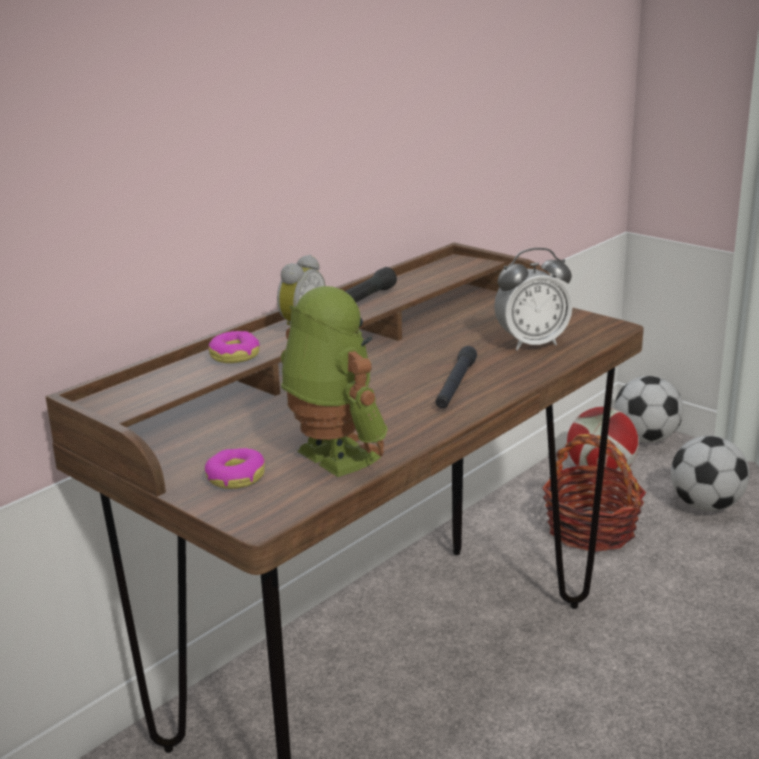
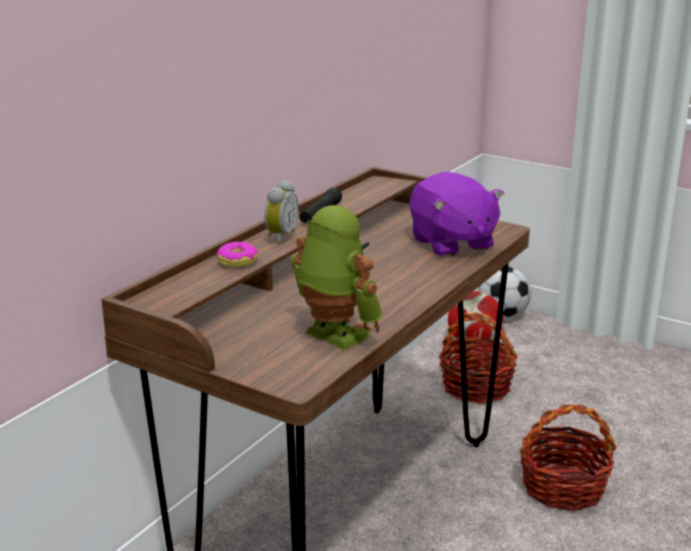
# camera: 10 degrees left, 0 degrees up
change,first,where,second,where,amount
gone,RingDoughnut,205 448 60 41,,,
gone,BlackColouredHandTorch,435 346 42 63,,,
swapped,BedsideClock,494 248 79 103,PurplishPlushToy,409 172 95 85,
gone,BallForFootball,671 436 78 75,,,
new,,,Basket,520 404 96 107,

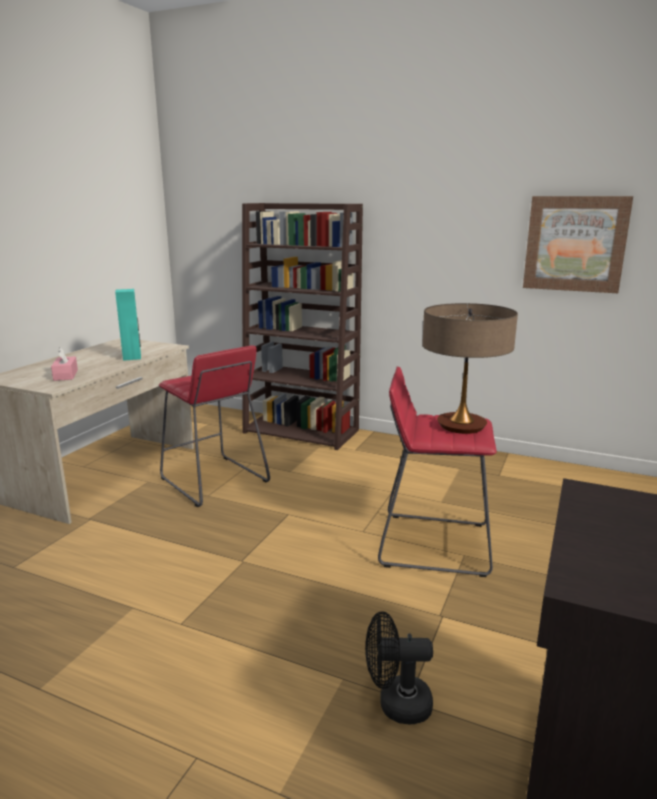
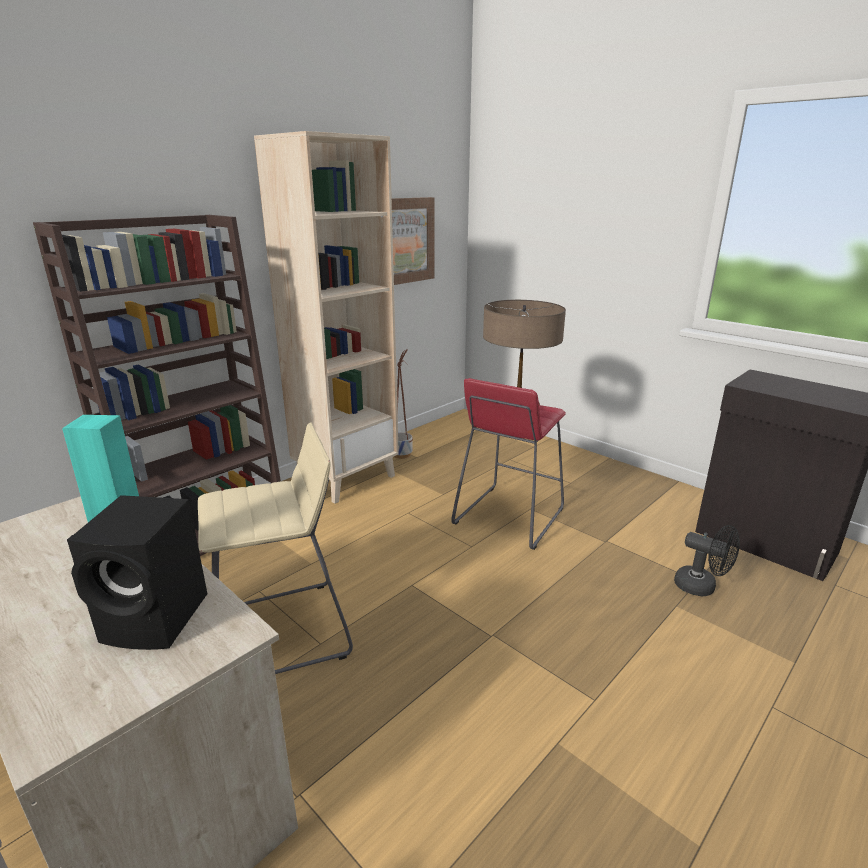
# camera: 70 degrees left, 5 degrees up
change,first,where,second,where,amount
swapped,PinkishTissueHolder,51 347 27 34,BlackColouredLoudspeaker,67 495 140 155,
repainted,RedSittingStool,159 345 111 162,BeigeColouredSittingStool,198 423 155 251,
rotated,BlackColouredFan,365 611 68 113,,674 525 66 71,75 degrees counterclockwise
new,,,BeigeColouredShelvingUnit,254 131 145 373,
new,,,Planter,394 349 19 110,

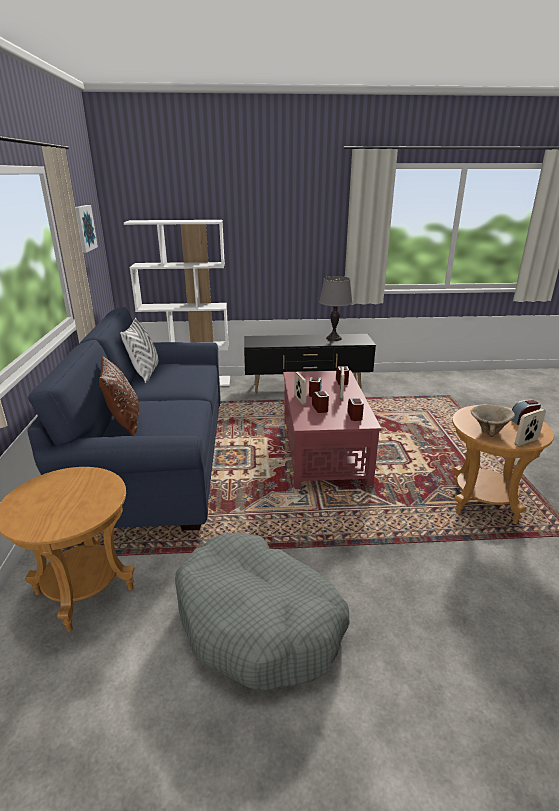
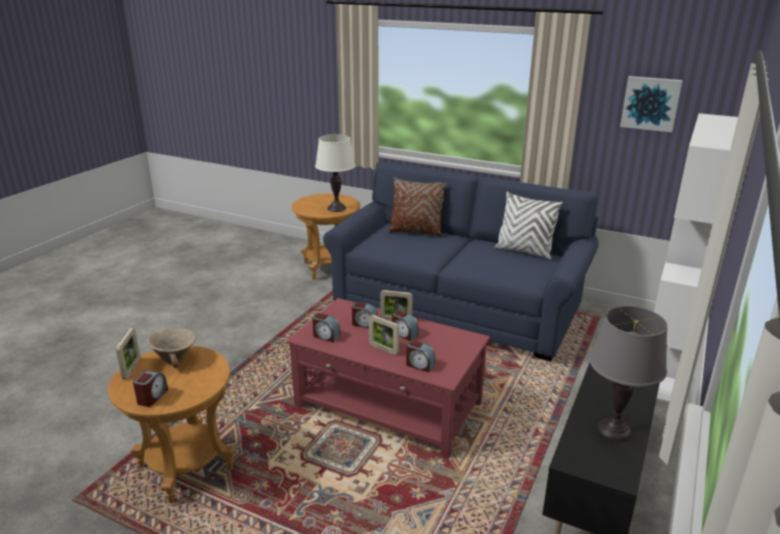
# camera: 120 degrees right, 0 degrees up
change,first,where,second,where,amount
gone,GreyishDogCushion,175 532 174 159,,,
new,,,WhiteTableLamp,315 134 41 78,

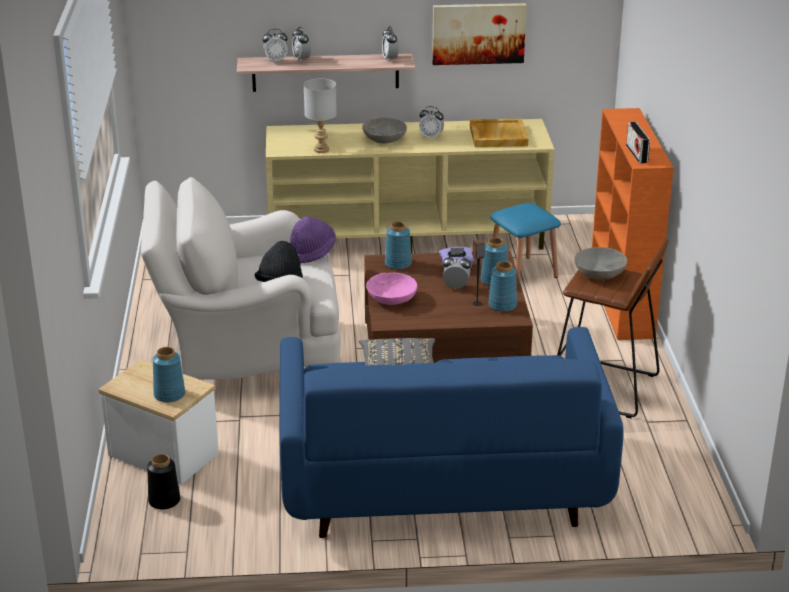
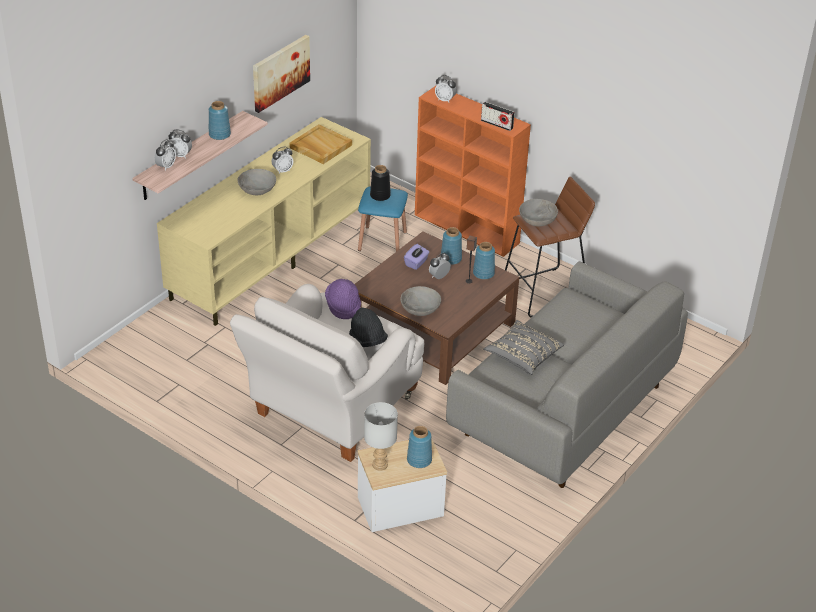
# camera: 50 degrees left, 10 degrees up
change,first,where,second,where,amount
shifted,BlackColouredFlowerVase,147 454 33 55,,370 165 21 36,
repainted,BlueColouredCouch,280 327 344 211,GreyishCouch,446 261 242 227,
shifted,GreyishTableLamp,304 79 33 74,,364 402 34 69,
repainted,PinkishBowl,366 273 51 32,GreyishBowl,401 286 40 30,
shifted,BedsideClock,382 26 17 36,,435 75 21 27,
shifted,BlueColouredFlowerVase,385 221 27 49,,209 101 22 39,

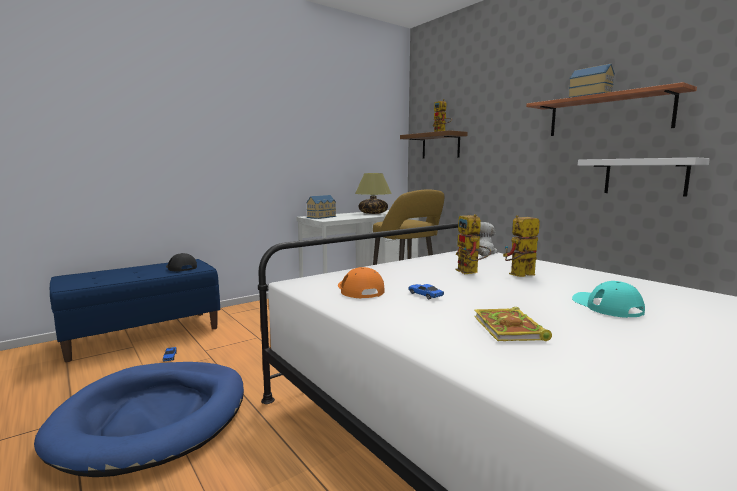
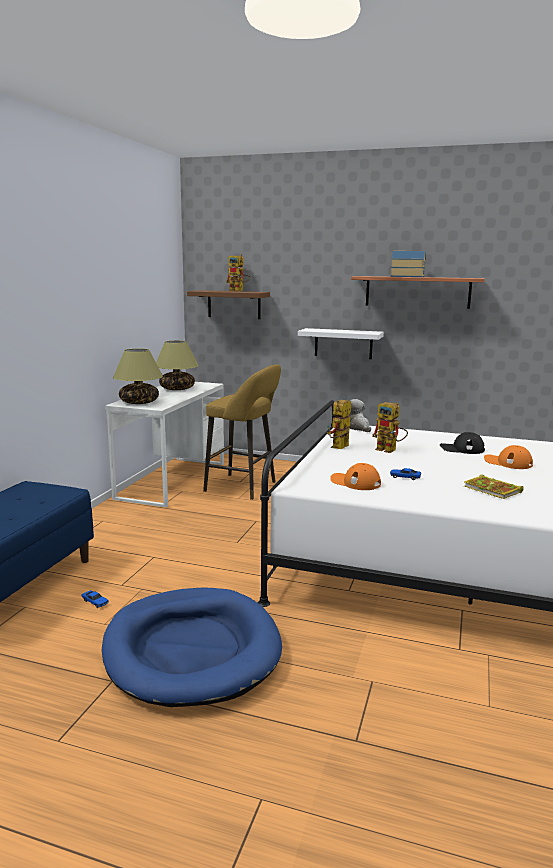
# camera: 35 degrees left, 5 degrees up
change,first,where,second,where,amount
shifted,BlackColouredBaseballCap,166 253 31 18,,440 432 45 22,
swapped,ToyHouse,306 195 30 24,TableLamp,113 348 50 56,
shifted,ModelRobot,503 215 37 62,,327 400 24 49,
repainted,TurquoiseColouredBaseballCap,572 281 73 37,OrangeColouredBaseballCap,484 445 49 24,
shifted,WhiteBracketShelf,578 157 132 40,,298 328 86 31,

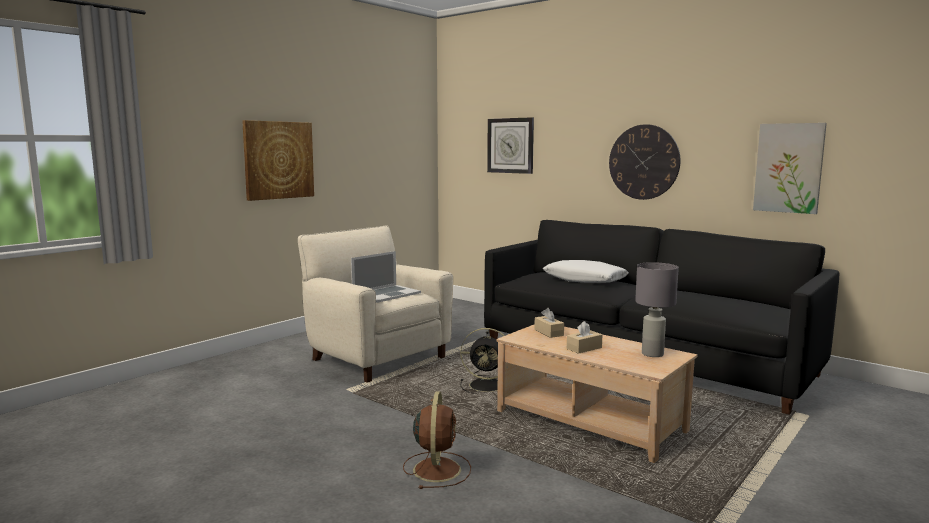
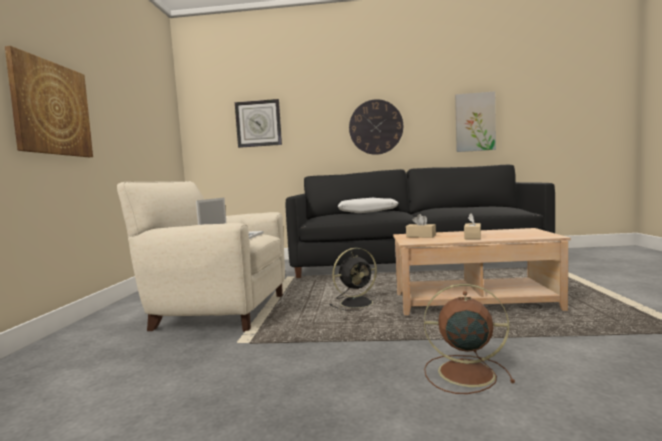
# camera: 35 degrees left, 5 degrees down
change,first,where,second,where,amount
rotated,BrownColouredFan,403 391 68 98,,424 284 91 110,45 degrees counterclockwise
gone,GreyishTableLamp,635 262 44 95,,,

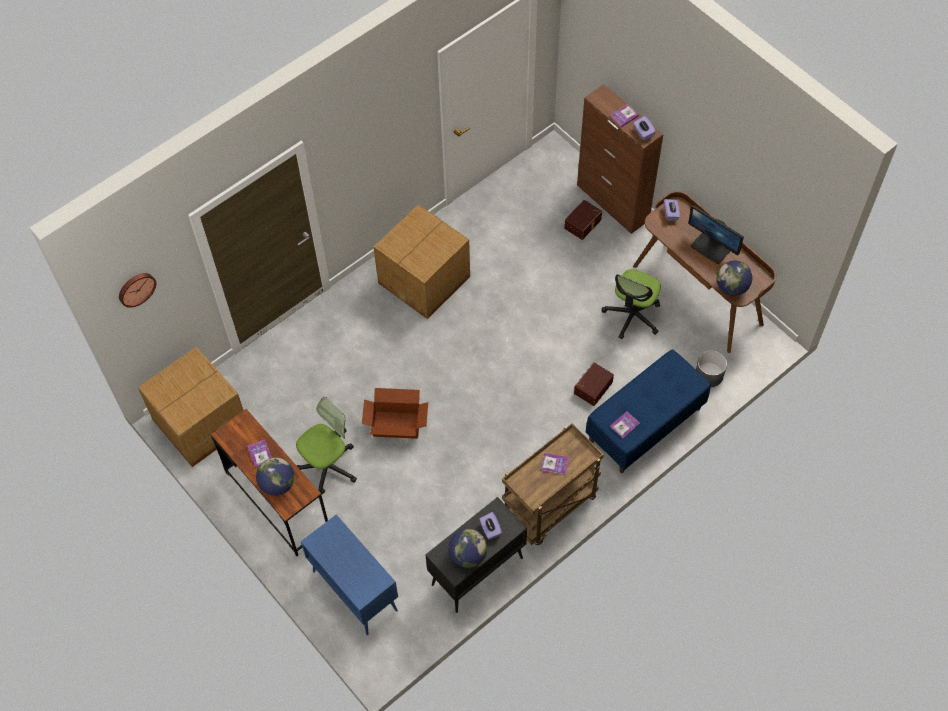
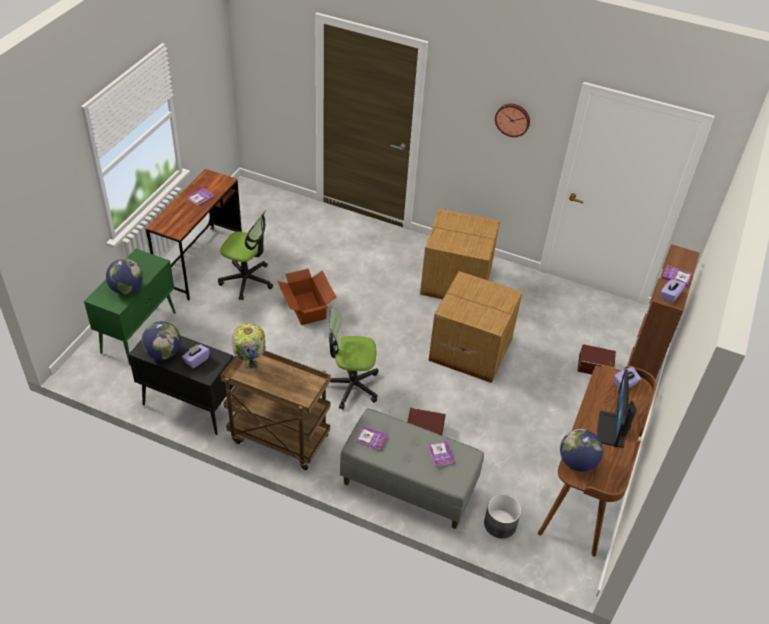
# camera: 60 degrees right, 15 degrees down
change,first,where,second,where,amount
shifted,HangingClock,119 273 37 35,,495 104 35 33,
shifted,Carton,138 347 106 120,,428 271 95 112,
shifted,Globe,256 457 39 39,,106 259 37 36,
repainted,BlueColouredCabinet,301 514 97 121,GreenColouredCabinet,84 249 92 116,
shifted,Book,541 453 28 22,,428 441 26 26,
repainted,BlueColouredBench,586 349 125 124,GreyishBench,340 408 144 121,
shifted,ComputerChair,601 269 60 70,,329 306 50 104,
new,,,TableLamp,232 323 34 46,

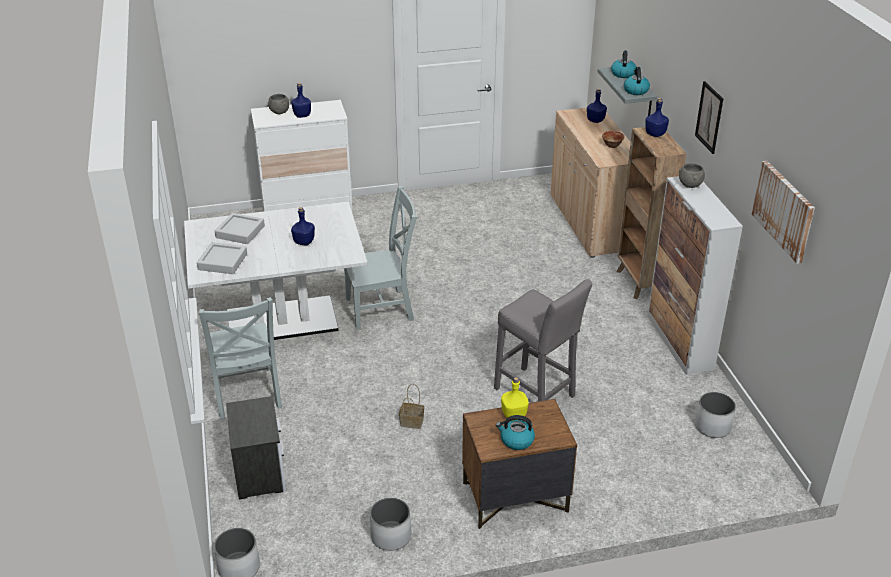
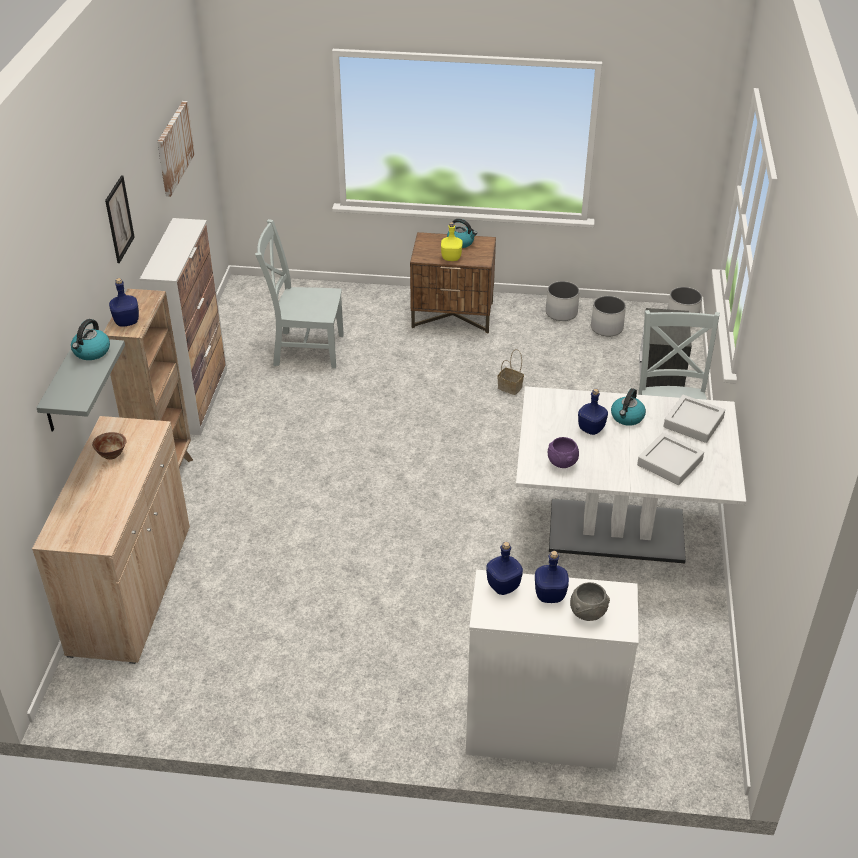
# camera: 160 degrees left, 5 degrees up
change,first,where,second,where,amount
shifted,GreyishUprightChair,344 186 73 143,,255 219 89 150,
gone,GreyishSittingStool,494 279 98 122,,,
shifted,BlueColouredBeverageBottle,587 89 20 34,,486 542 37 53,
shifted,Kettle,611 51 25 27,,611 388 35 38,
gone,GreyishBowl,679 163 26 25,,,
shifted,WhitePlanter,695 392 41 46,,591 296 35 40,
new,,,PurplishBowl,548 437 31 31,

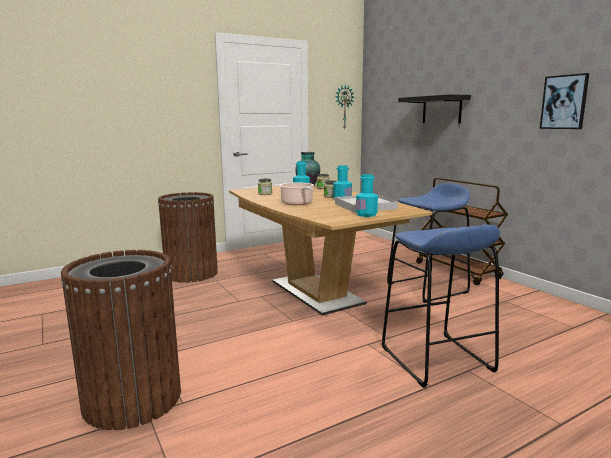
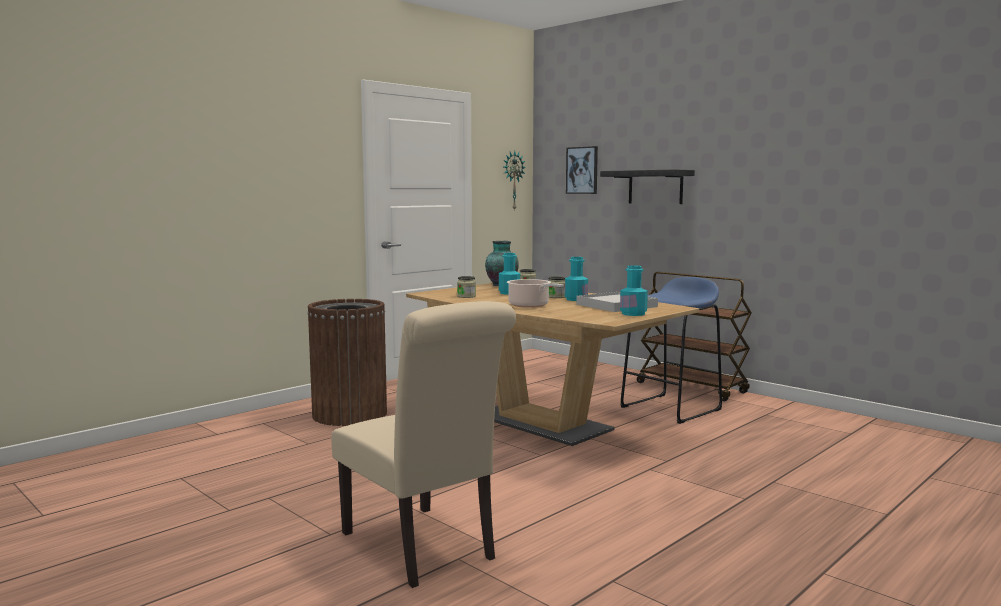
# camera: 15 degrees left, 5 degrees down
change,first,where,second,where,amount
swapped,BrownColouredTrashCan,61 250 120 180,BeigeColouredUprightChair,331 301 185 287,
gone,BlueColouredSittingStool,382 225 118 163,,,
shifted,Picture,540 73 49 56,,566 146 32 48,

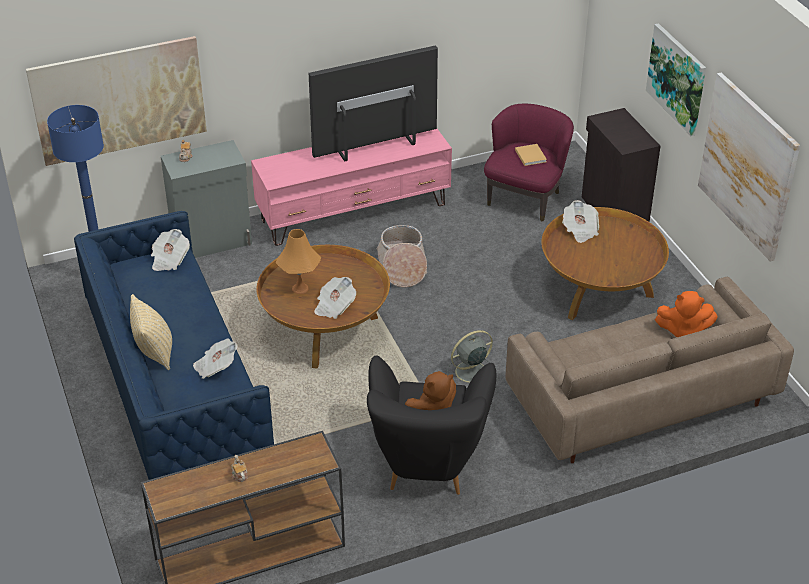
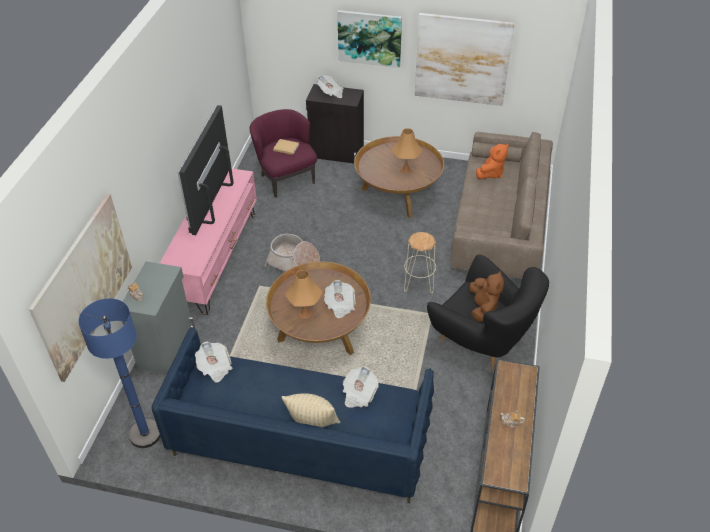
# camera: 55 degrees left, 5 degrees up
change,first,where,second,where,amount
swapped,GreyishFan,447 330 49 59,BeigeColouredSittingStool,404 232 32 62,
shifted,PrintedPaper,563 200 36 43,,317 75 26 23,
new,,,OrangeColouredTableLamp,392 128 31 46,

